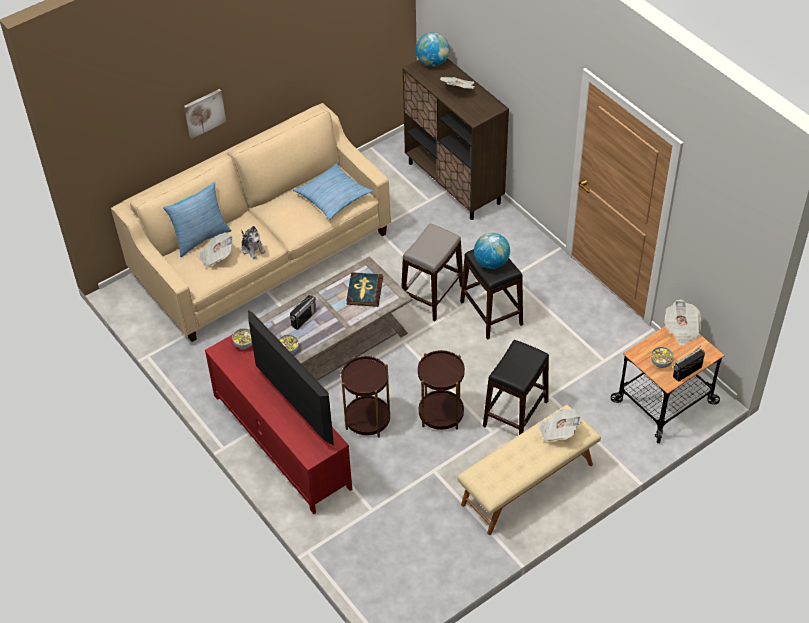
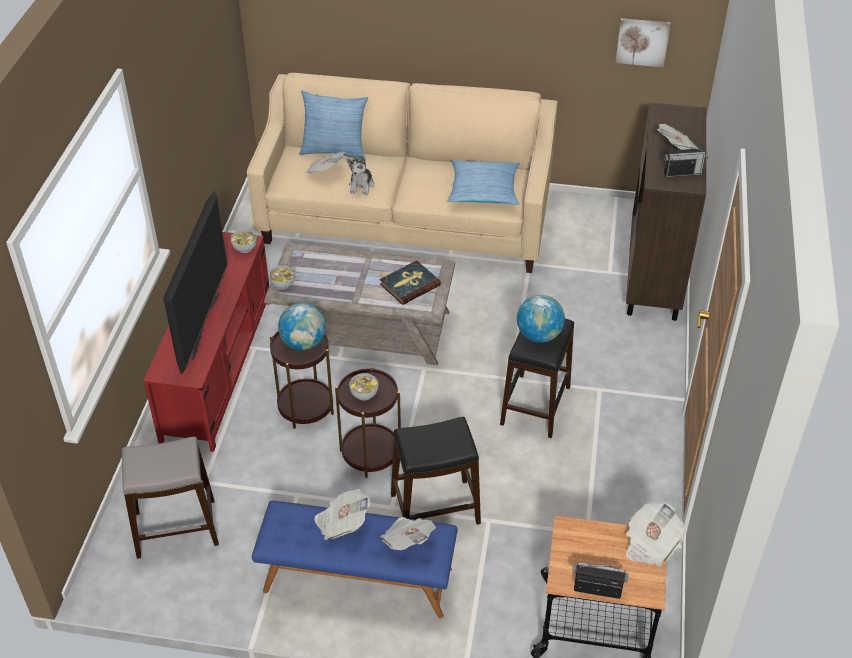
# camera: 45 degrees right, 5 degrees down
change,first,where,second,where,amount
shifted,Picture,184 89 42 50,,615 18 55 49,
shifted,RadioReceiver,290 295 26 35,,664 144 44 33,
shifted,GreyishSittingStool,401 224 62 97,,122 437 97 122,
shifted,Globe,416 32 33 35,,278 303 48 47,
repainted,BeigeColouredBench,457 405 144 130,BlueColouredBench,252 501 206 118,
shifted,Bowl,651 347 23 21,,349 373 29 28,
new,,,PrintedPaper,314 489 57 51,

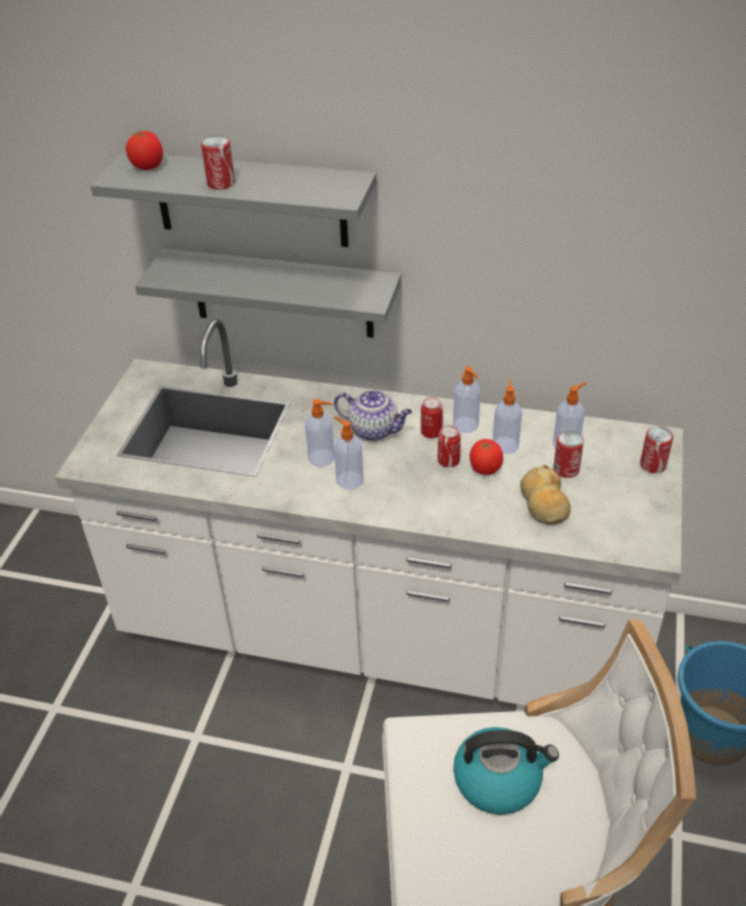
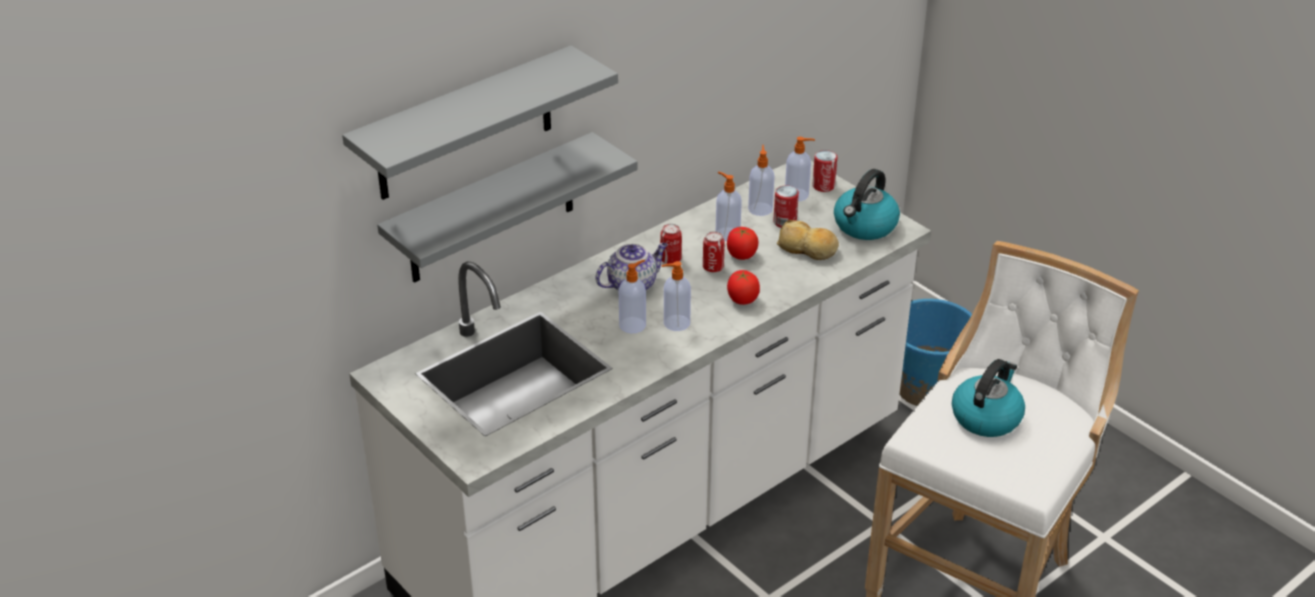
# camera: 55 degrees left, 5 degrees down
change,first,where,second,where,amount
shifted,WholeTomato,126 130 37 40,,727 270 33 35,
gone,Can,201 136 34 54,,,
shifted,SoapBottle,453 366 27 67,,785 137 30 64,
new,,,Kettle,834 169 66 71,

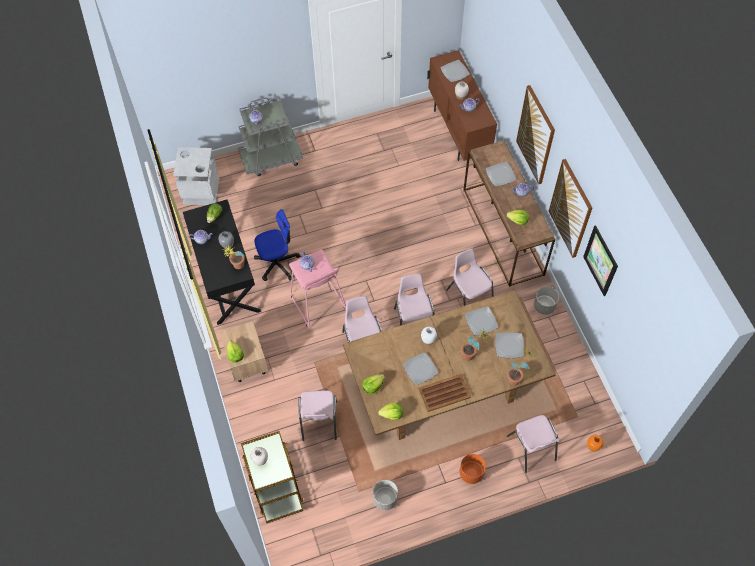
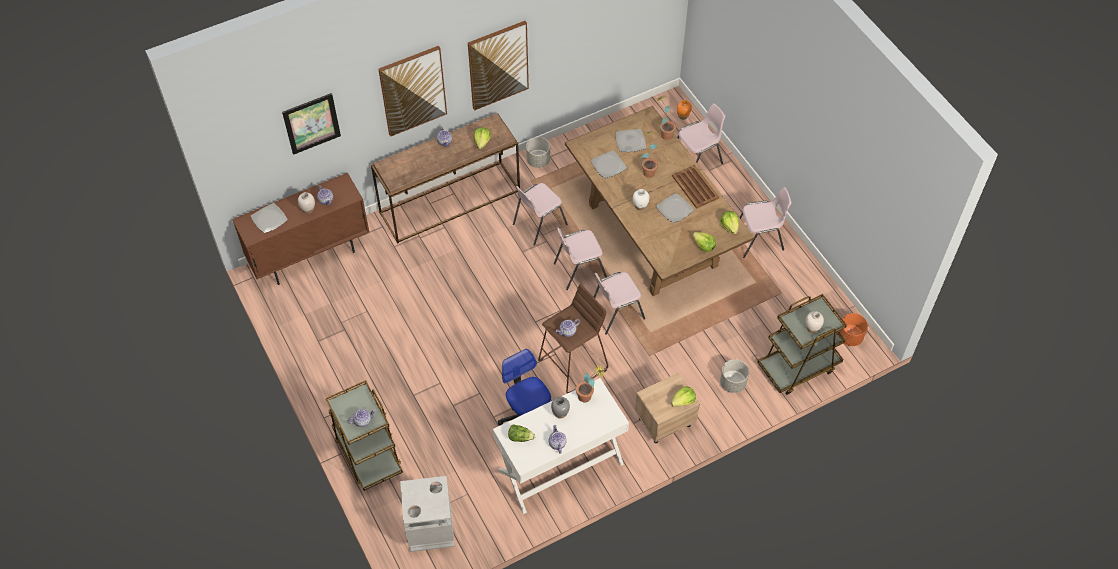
# camera: 100 degrees left, 5 degrees down
change,first,where,second,where,amount
repainted,BlackColouredDesk,183 199 78 126,WhiteDesk,493 378 136 136,
repainted,GreyishWheeledCart,238 97 65 79,BrownColouredWheeledCart,326 380 77 111,
repainted,PinkishSittingStool,289 249 57 78,BrownColouredSittingStool,538 284 70 109,
shifted,PinkishUprightChair,298 390 39 51,,739 187 52 71,
shifted,GreyishPlanter,373 480 25 30,,720 359 29 34,
shifted,OrangeColouredPlanter,459 454 27 30,,838 313 30 33,
gone,DinnerPlate,486 162 30 24,,,
shifted,Picture,583 225 35 71,,282 93 59 62,

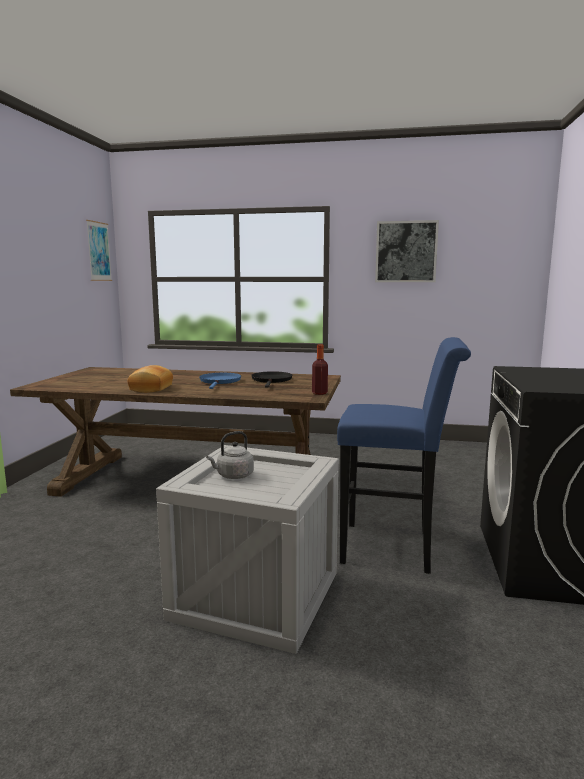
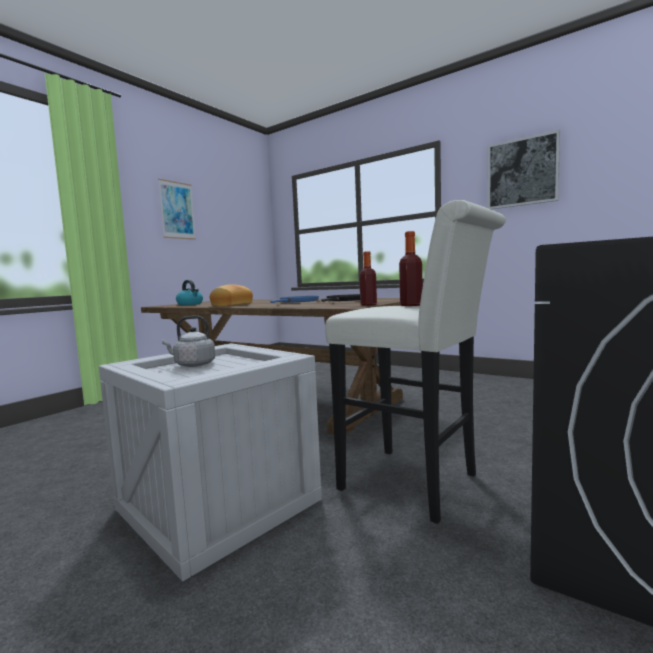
# camera: 25 degrees right, 5 degrees down
change,first,where,second,where,amount
shifted,Picture,86 220 26 61,,158 179 38 61,
repainted,BlueColouredSittingStool,337 337 134 237,WhiteSittingStool,325 200 181 324,
new,,,Kettle,176 280 27 25,
new,,,BeverageBottle,399 231 24 75,

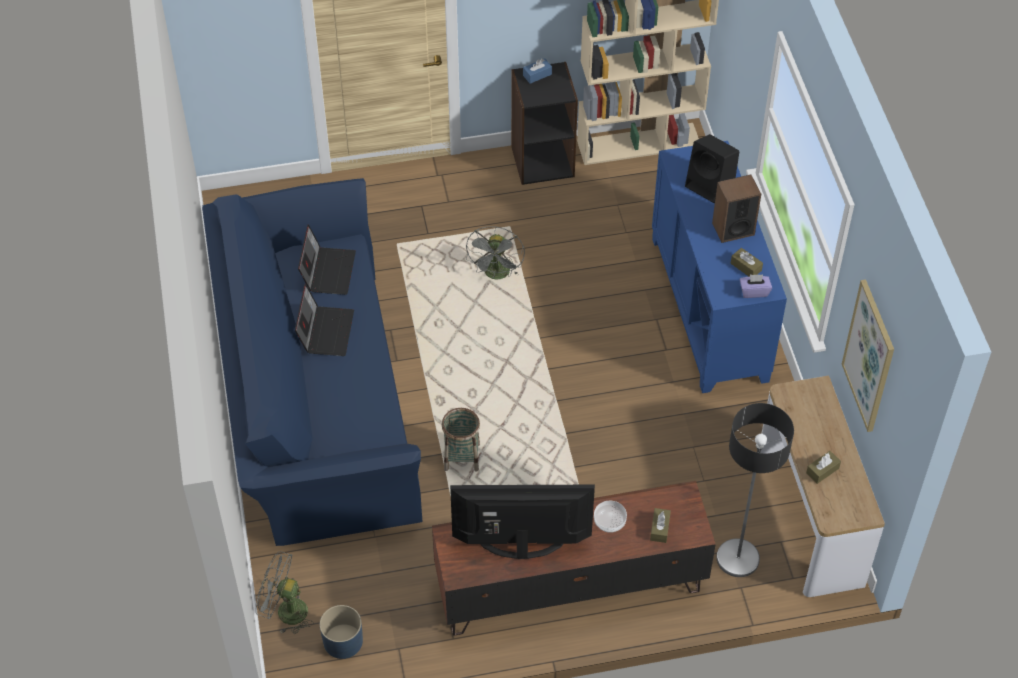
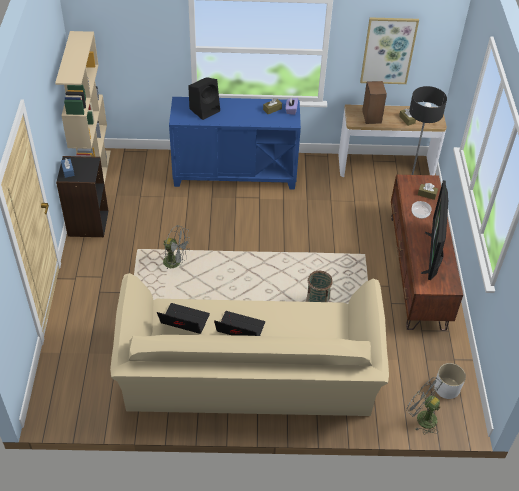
# camera: 80 degrees left, 5 degrees down
change,first,where,second,where,amount
repainted,BlueColouredCouch,202 178 220 368,BeigeColouredCouch,110 273 279 143,
rotated,GreyishFan,256 551 57 83,,406 377 37 57,105 degrees clockwise
repainted,BlueColouredPlanter,320 605 43 54,WhitePlanter,434 363 32 36,
shifted,Loudspeaker,712 174 49 69,,362 81 25 43,

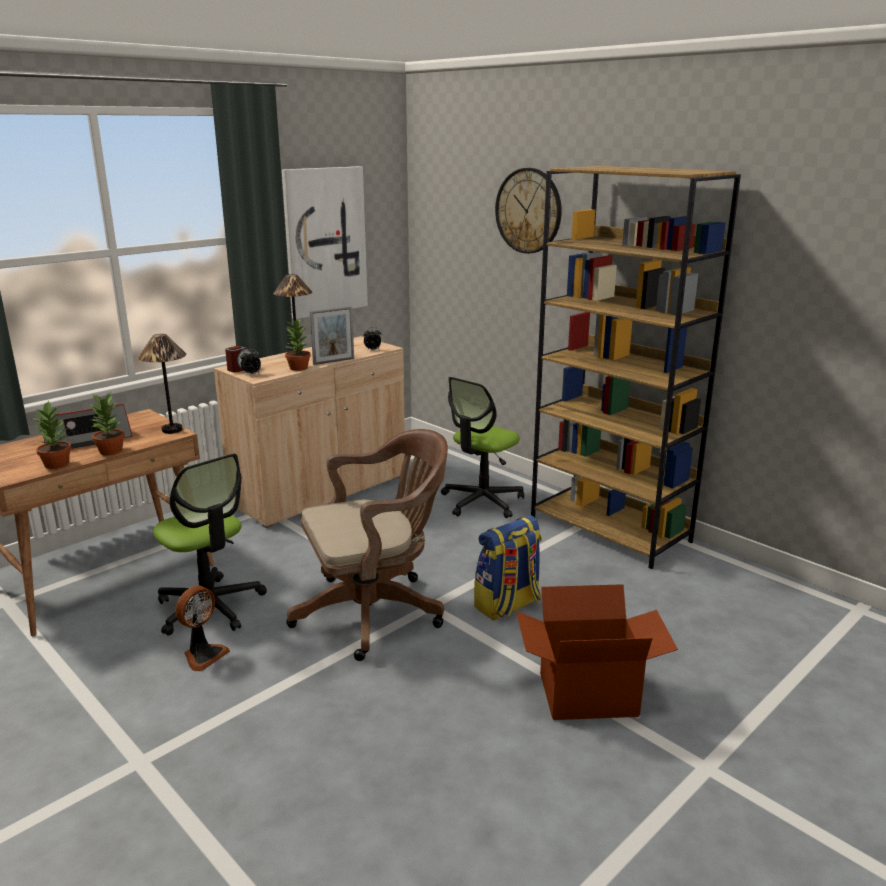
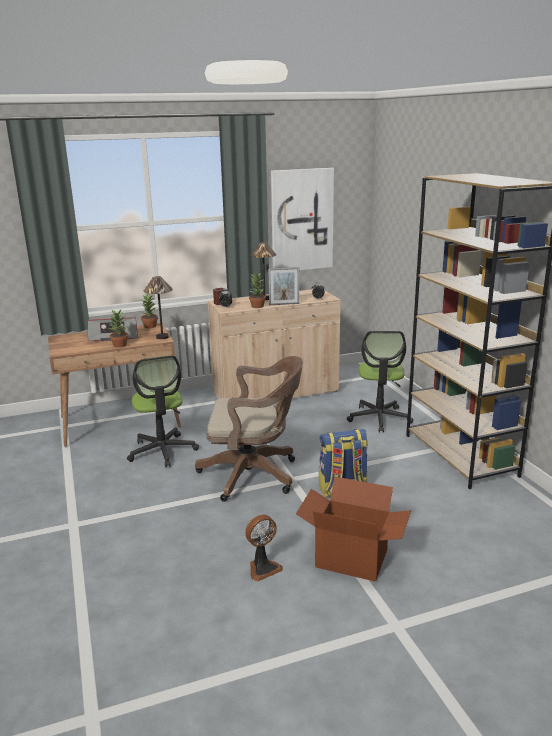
# camera: 25 degrees right, 0 degrees up
change,first,where,second,where,amount
shifted,PlantInAPot,32 401 39 68,,141 293 17 35,
shifted,Fan,175 586 55 85,,245 515 38 66,
rotated,ComputerChair,441 377 83 141,,347 331 66 102,60 degrees counterclockwise
gone,HangingClock,495 168 67 86,,,

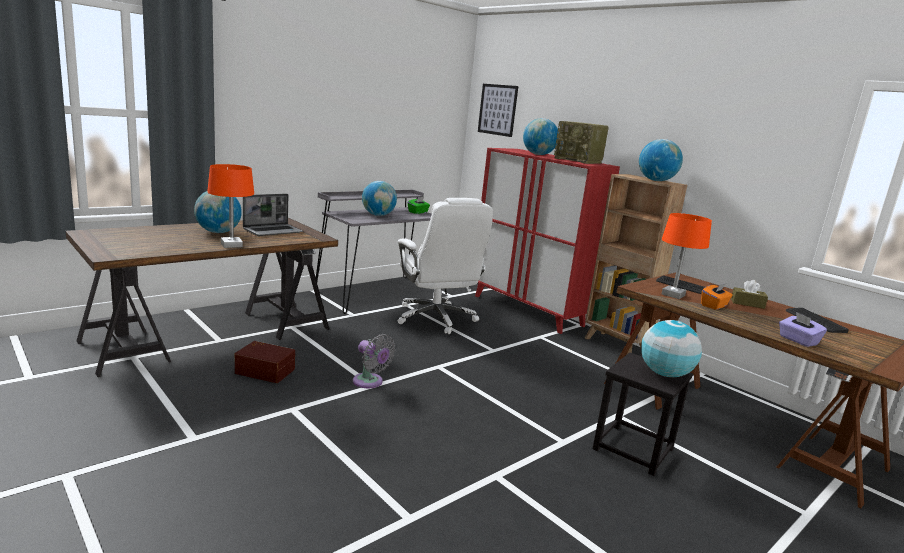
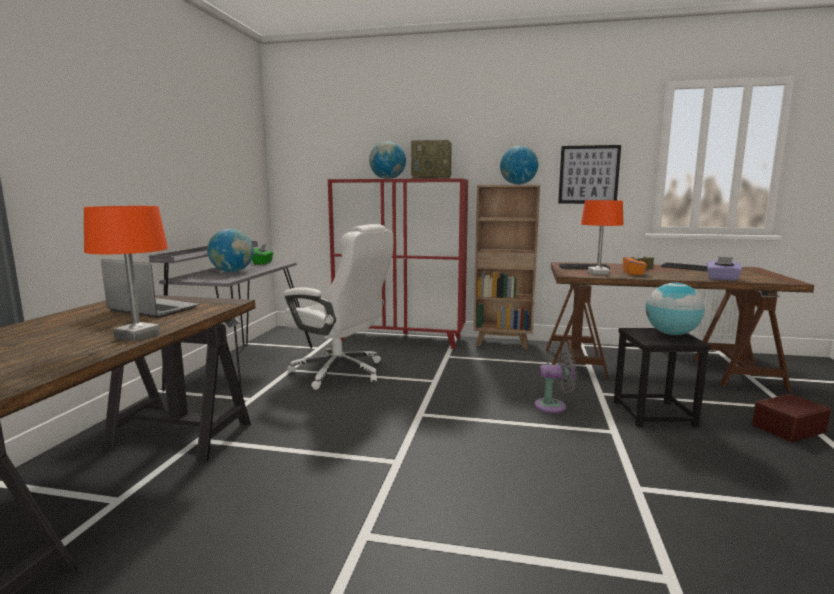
# camera: 35 degrees left, 5 degrees down
change,first,where,second,where,amount
gone,Globe,194 191 48 42,,,
shifted,BrownColouredStorageContainer,235 341 60 42,,752 394 79 48,
rotated,PortableComputer,243 194 60 42,,101 259 98 59,75 degrees counterclockwise
shifted,GreyishFan,353 334 42 54,,534 351 43 62,
shifted,Picture,478 84 40 53,,558 145 63 59,

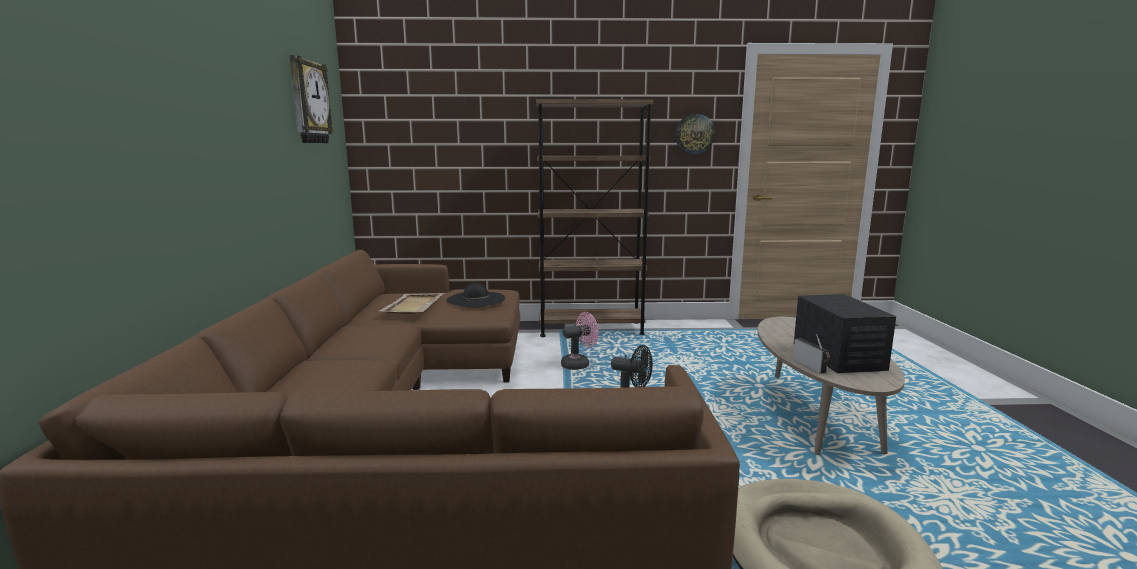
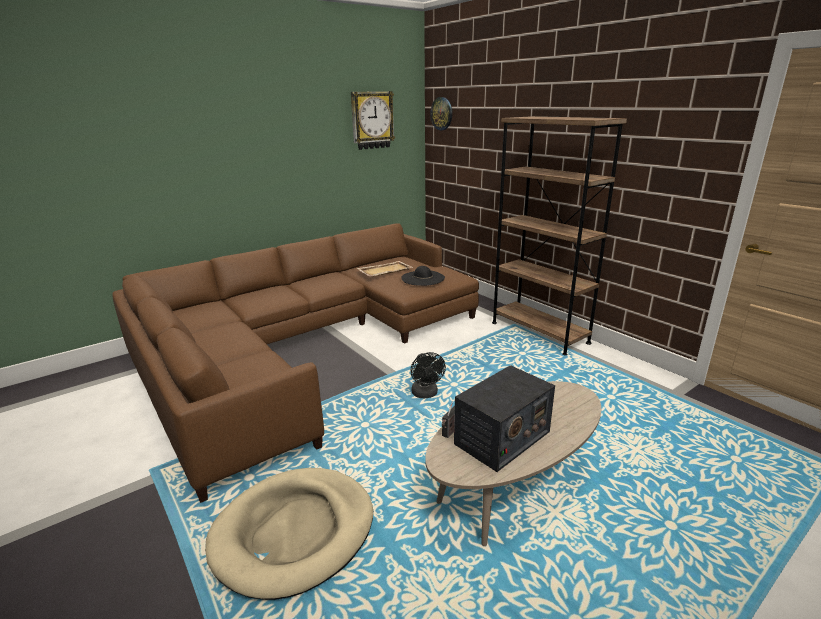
# camera: 55 degrees right, 10 degrees up
change,first,where,second,where,amount
gone,PinkishFan,561 312 38 58,,,
shifted,HangingClock,675 114 40 40,,430 97 22 33,

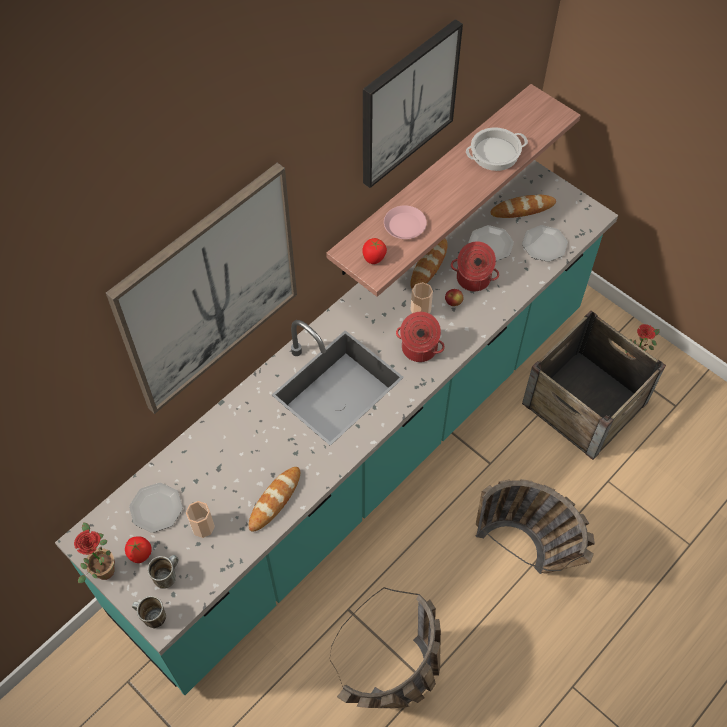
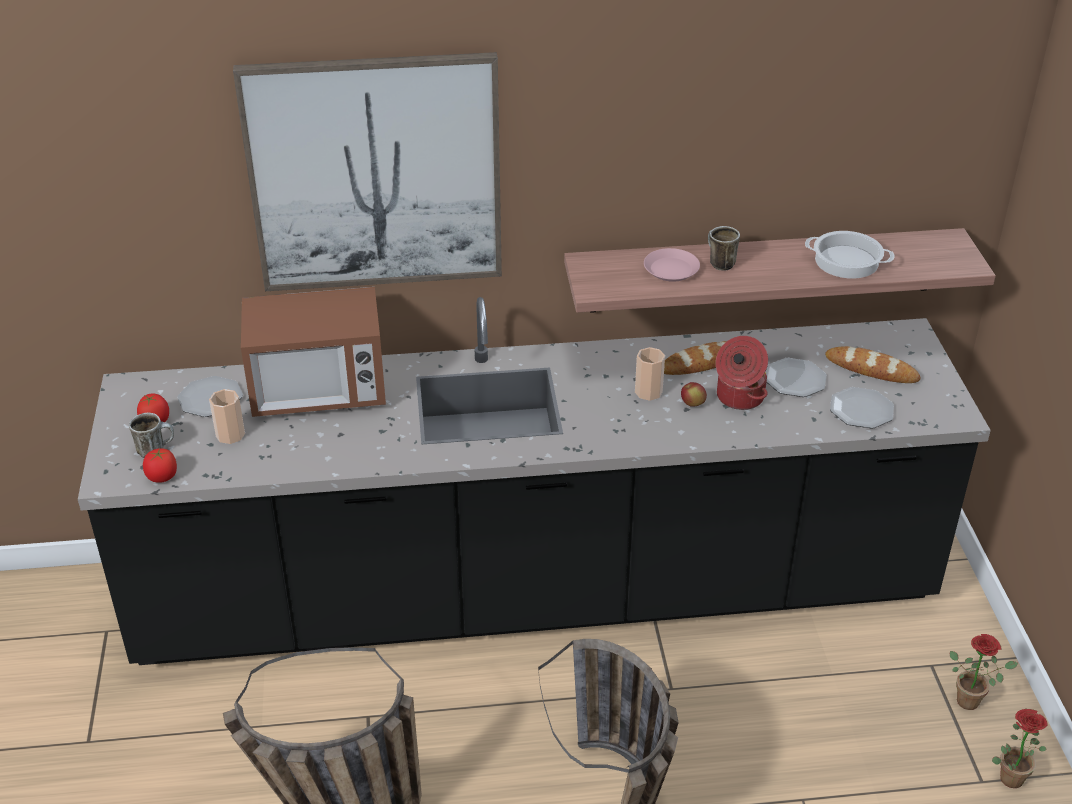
# camera: 40 degrees right, 20 degrees down
change,first,where,second,where,amount
repainted,TurquoiseColouredCounter,55 160 563 535,BlackColouredCounter,78 297 913 368,
shifted,PlantInAPot,74 523 41 60,,992 709 56 79,
shifted,CoffeeMug,132 596 34 32,,708 226 32 45,
gone,Bread,248 467 52 65,,,
shifted,WholeTomato,362 238 25 26,,143 448 34 35,
gone,Picture,363 19 100 169,,,
gone,Stockpot,396 312 49 50,,,
gone,PackingCrate,522 311 144 149,,,
new,,,MicrowaveOven,241 287 145 130,

